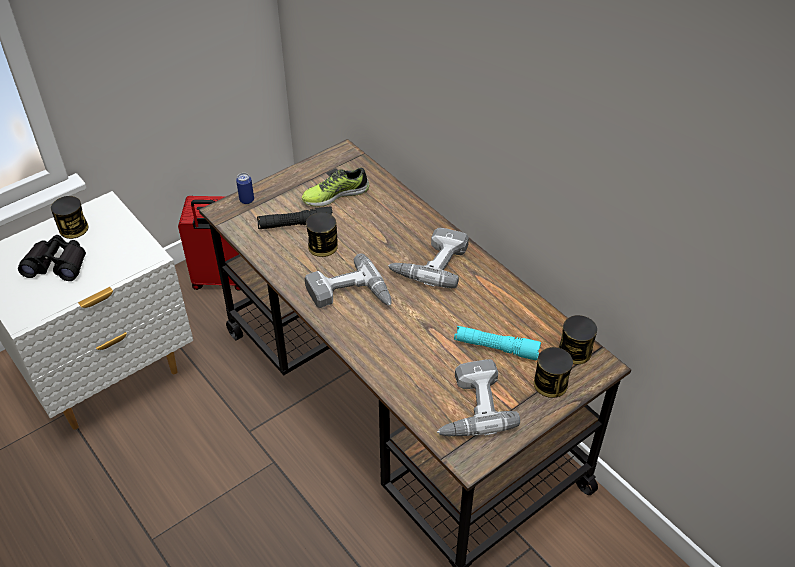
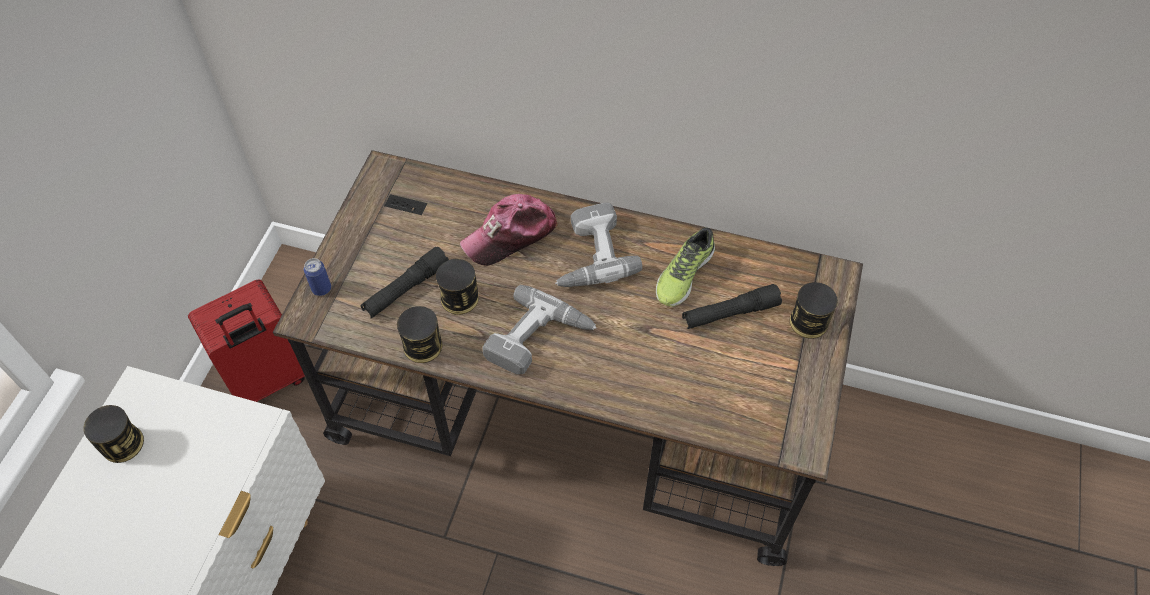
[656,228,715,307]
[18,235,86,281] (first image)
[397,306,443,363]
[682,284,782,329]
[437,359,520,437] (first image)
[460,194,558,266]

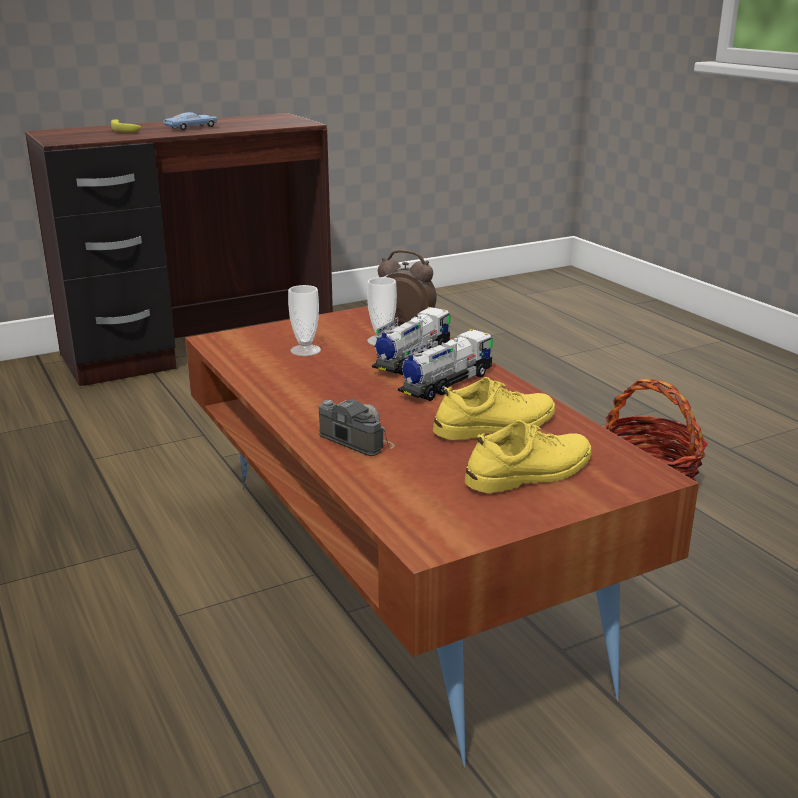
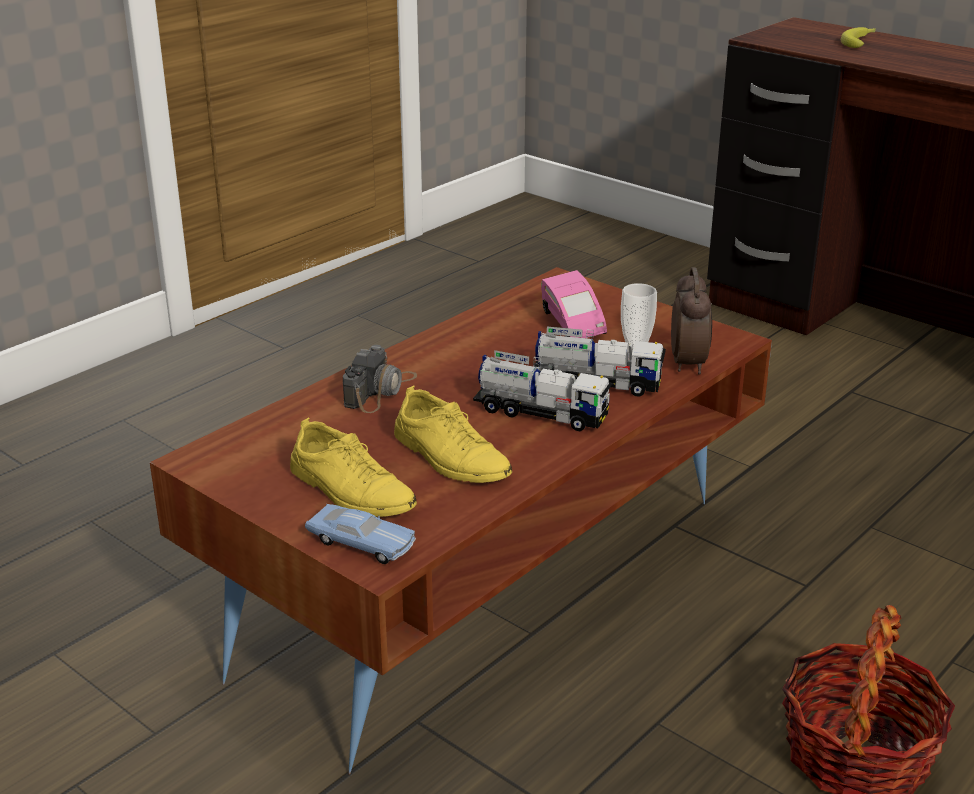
[305,504,416,564]
[541,270,607,338]

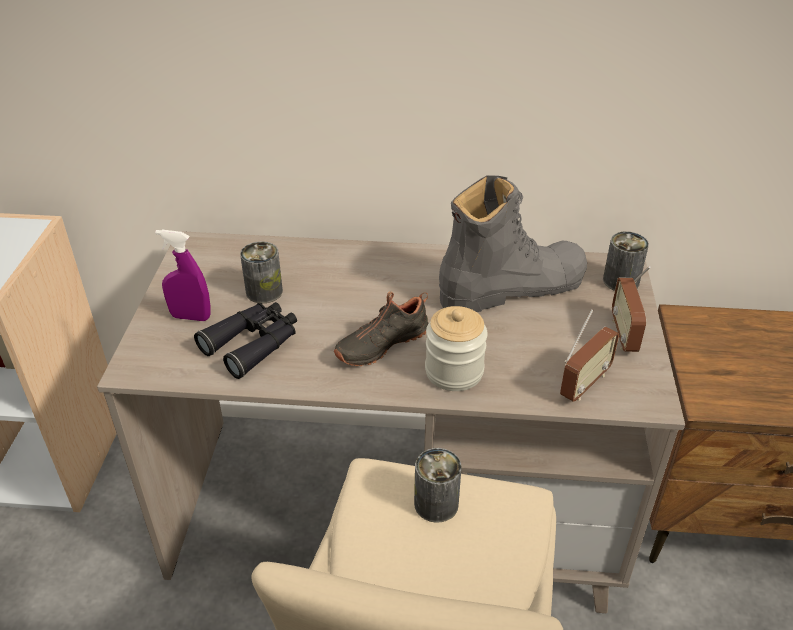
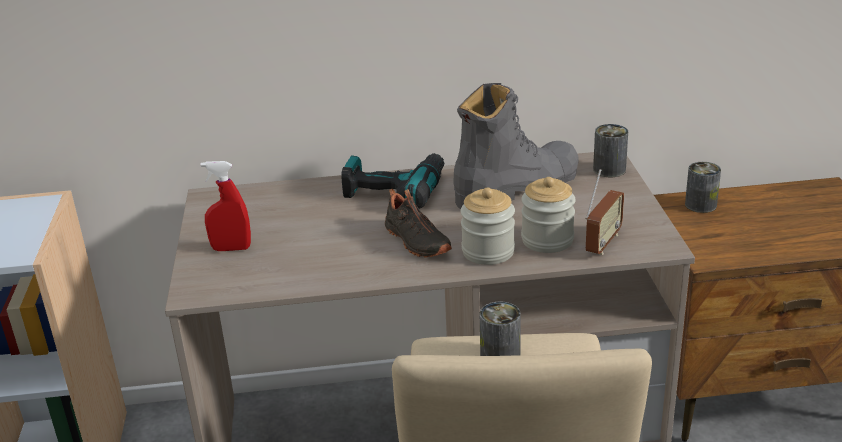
[200,161,251,251]
[685,162,721,213]
[612,266,651,352] (first image)
[385,188,452,258]
[194,302,297,379] (first image)
[341,153,444,209]
[521,177,576,253]

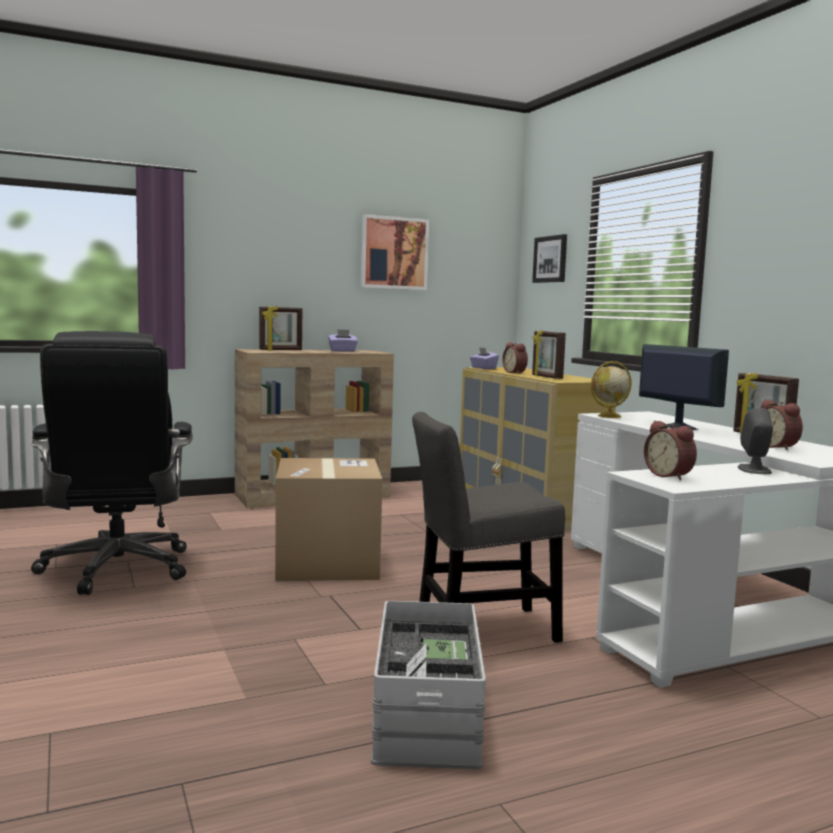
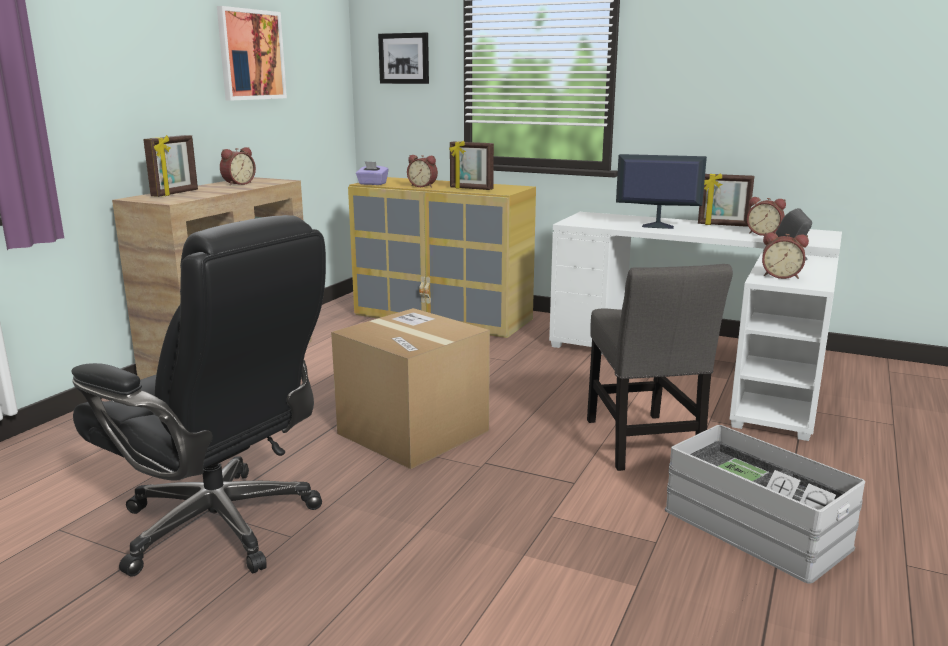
[220,147,256,186]
[591,361,632,418] (first image)
[587,264,733,471]

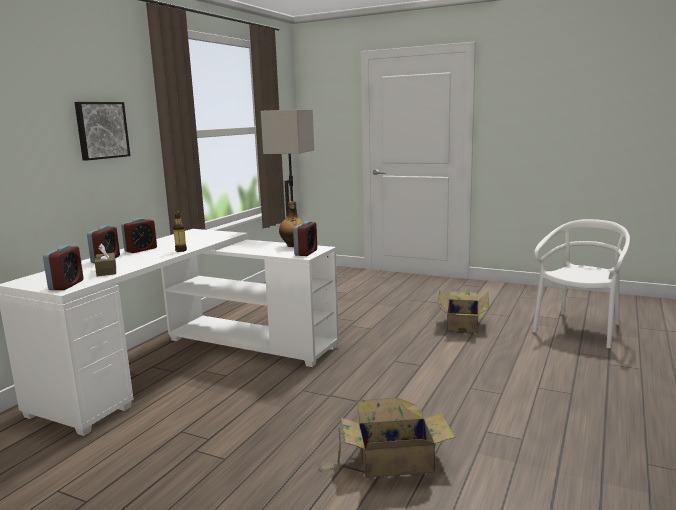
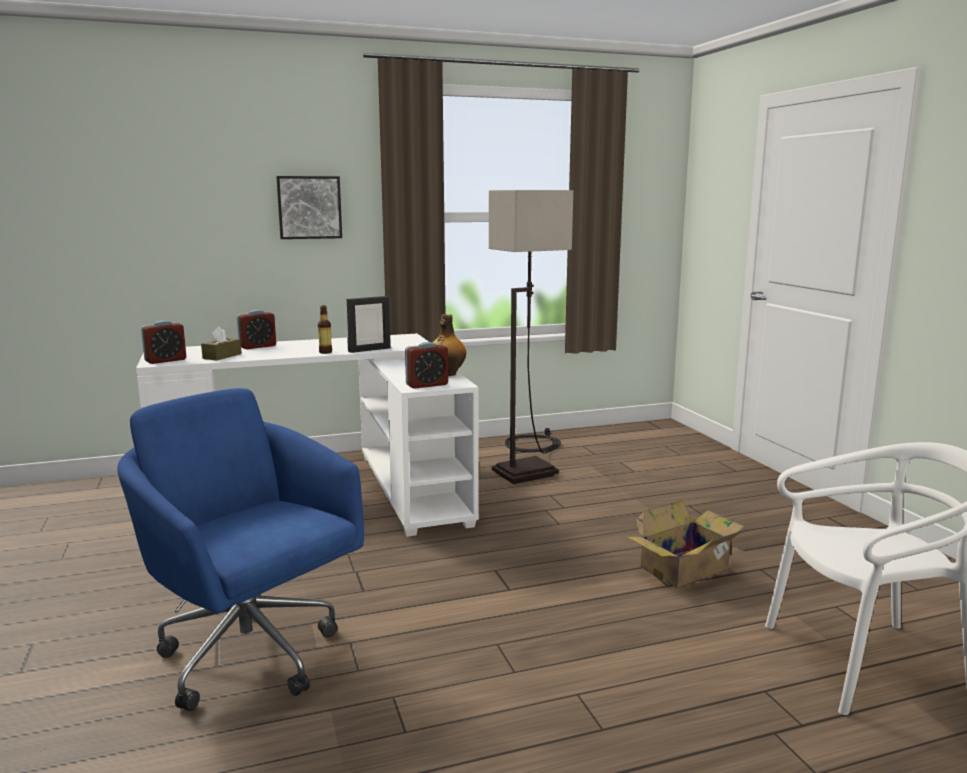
[121,218,157,253] (first image)
[117,388,364,711]
[347,296,391,353]

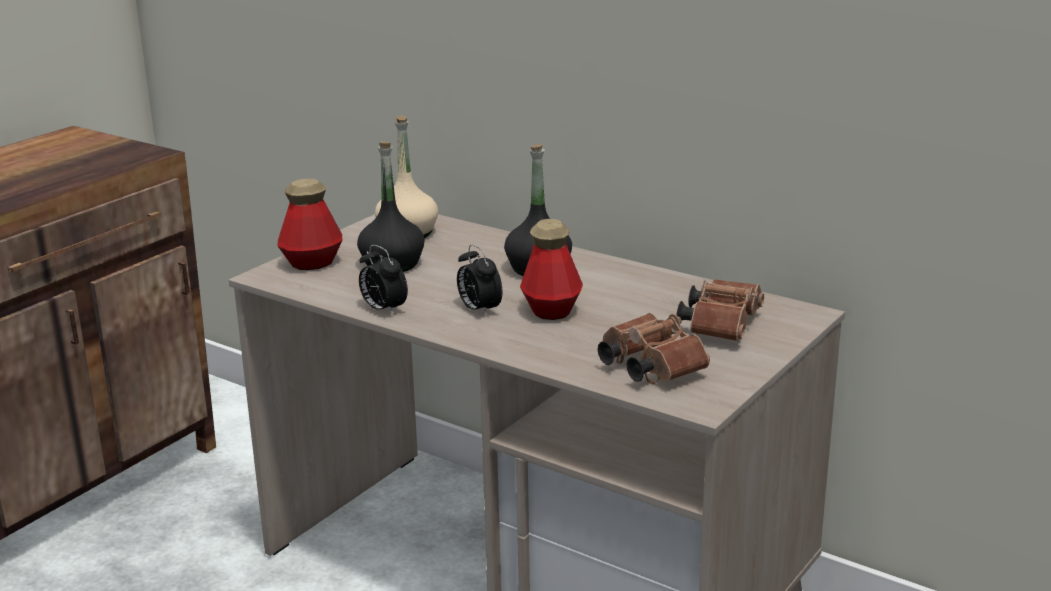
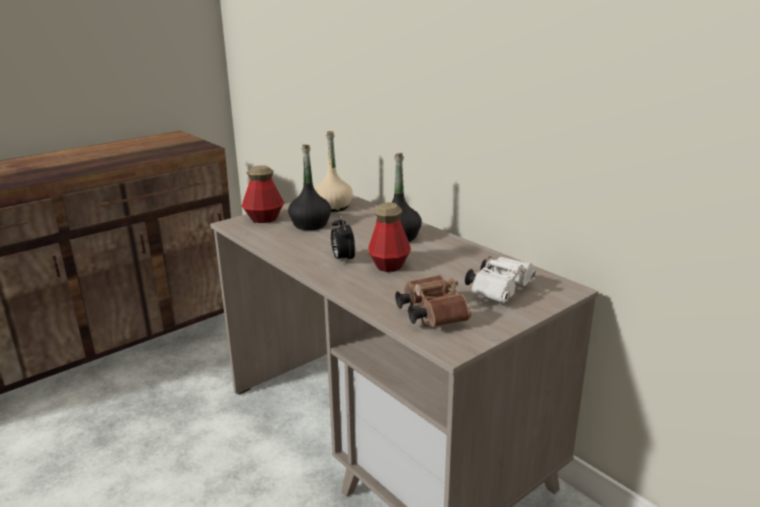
[359,245,408,316] (first image)
[465,256,537,303]

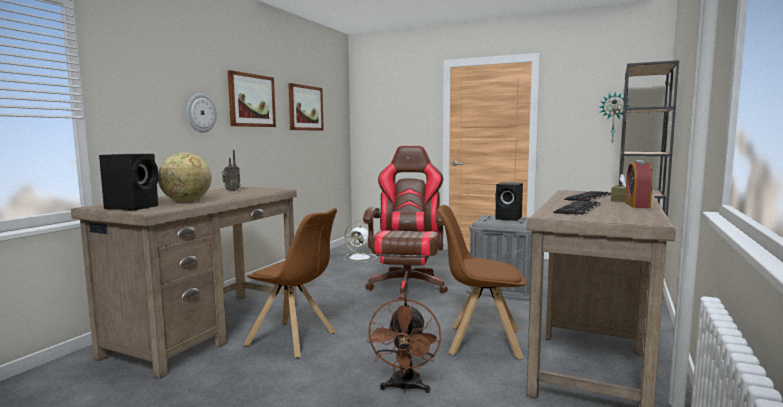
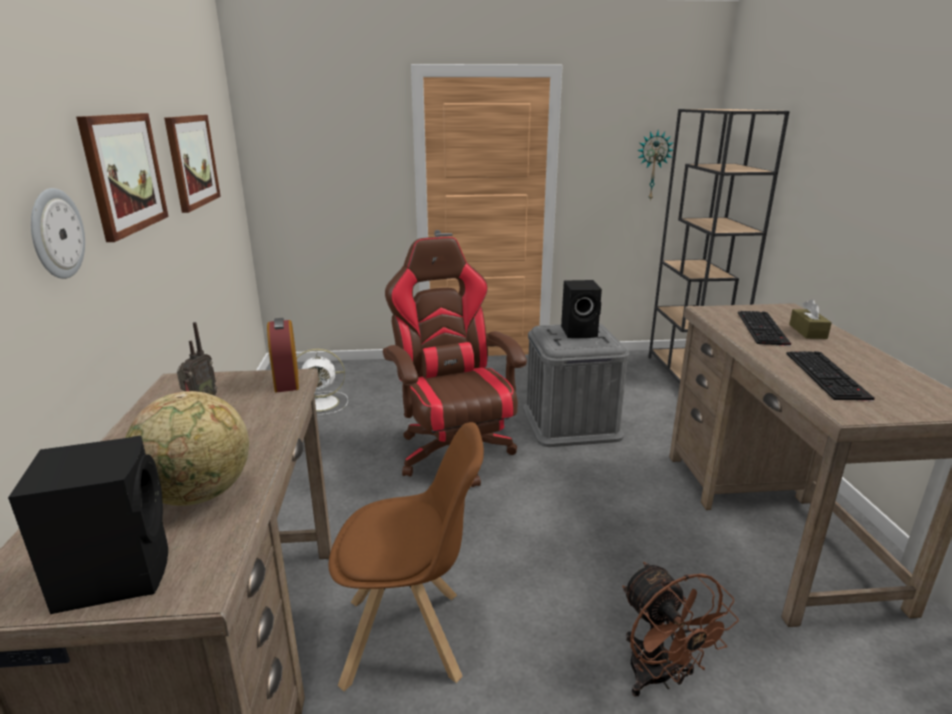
[267,318,299,392]
[437,205,527,360] (first image)

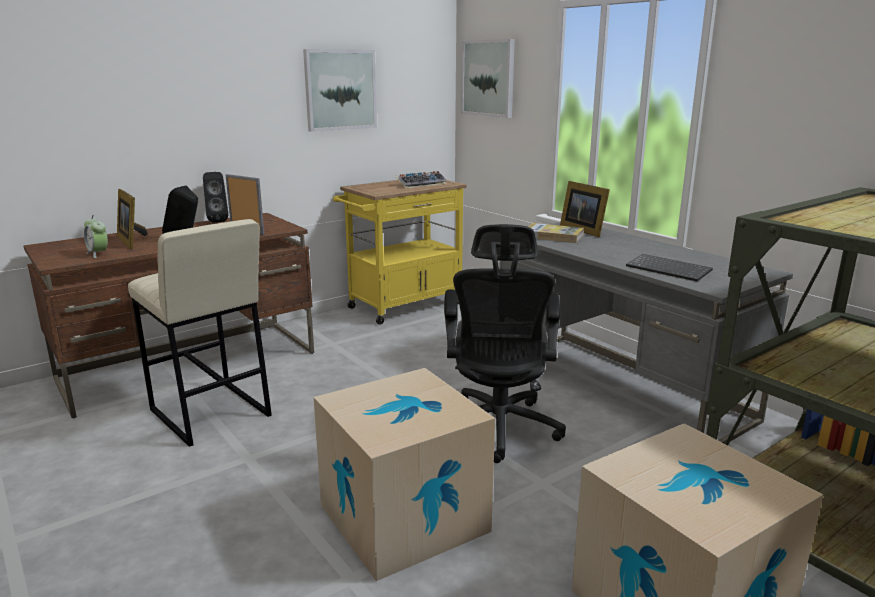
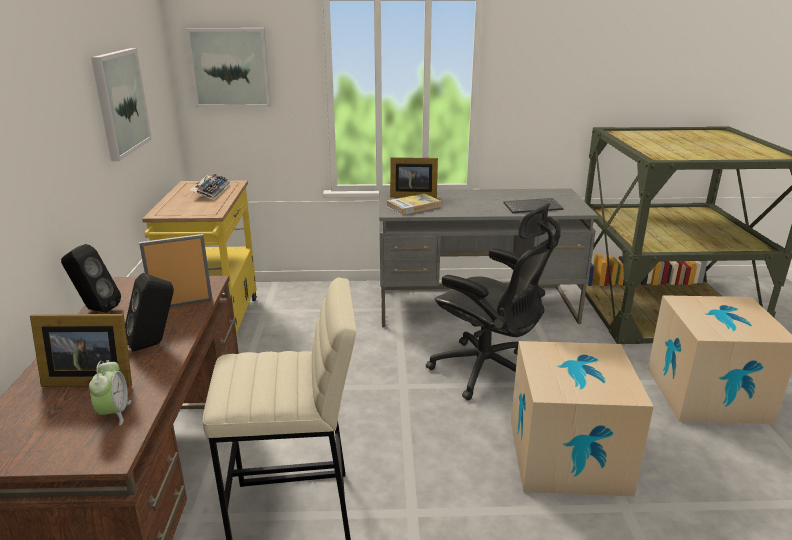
[89,360,131,425]

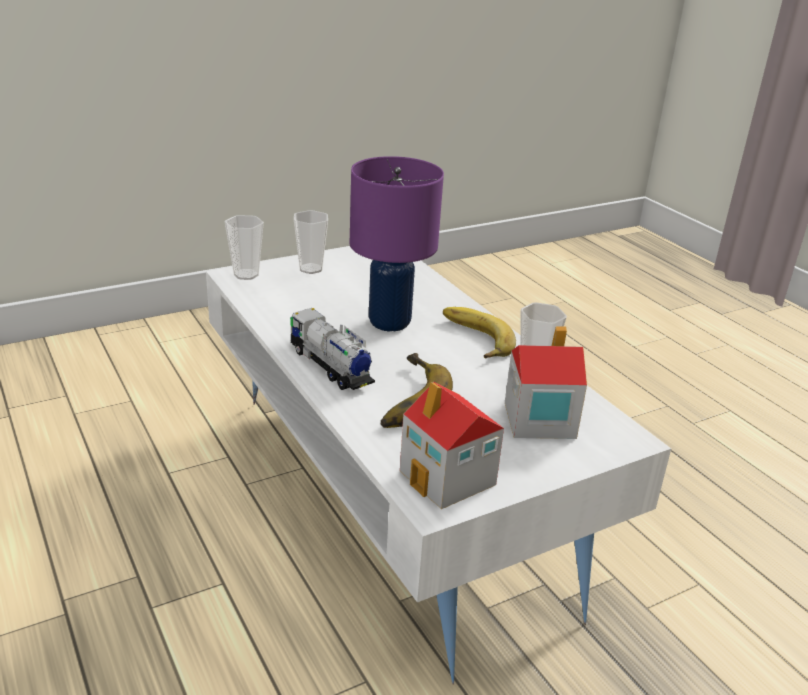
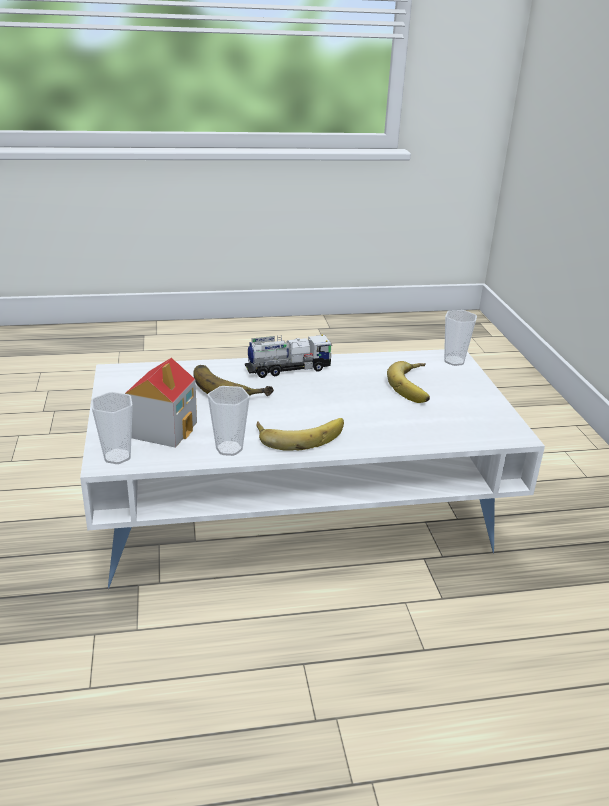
[350,156,444,332] (first image)
[91,392,133,464]
[400,382,504,509] (first image)
[387,361,430,403]

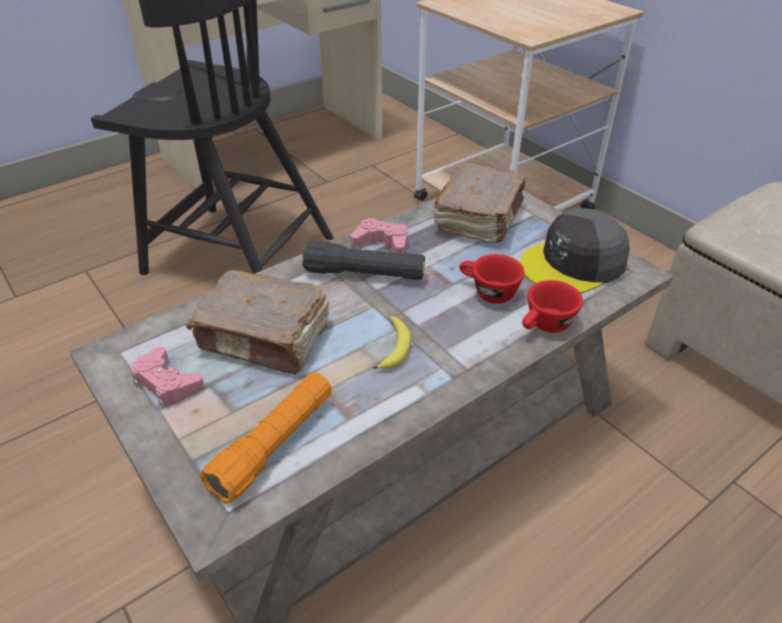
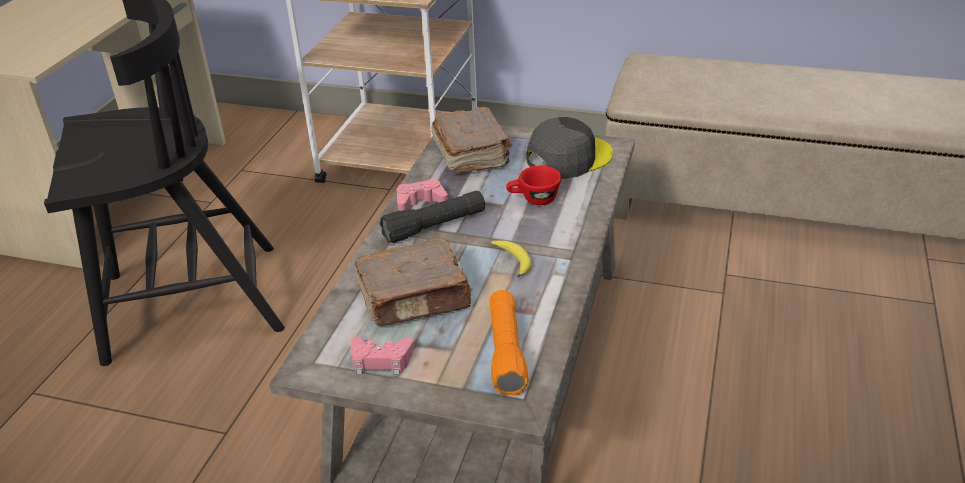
[526,117,613,179]
[522,280,583,333] (first image)

